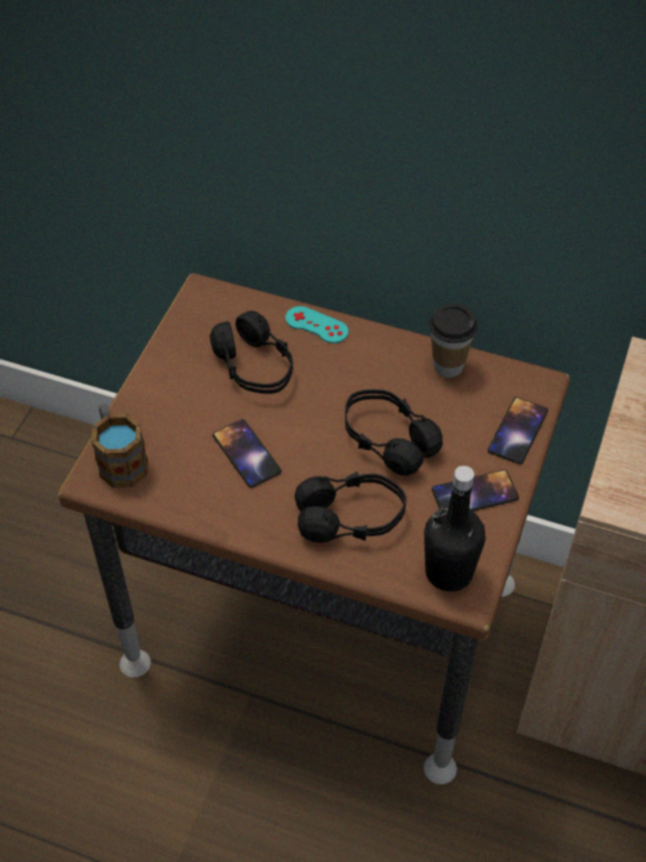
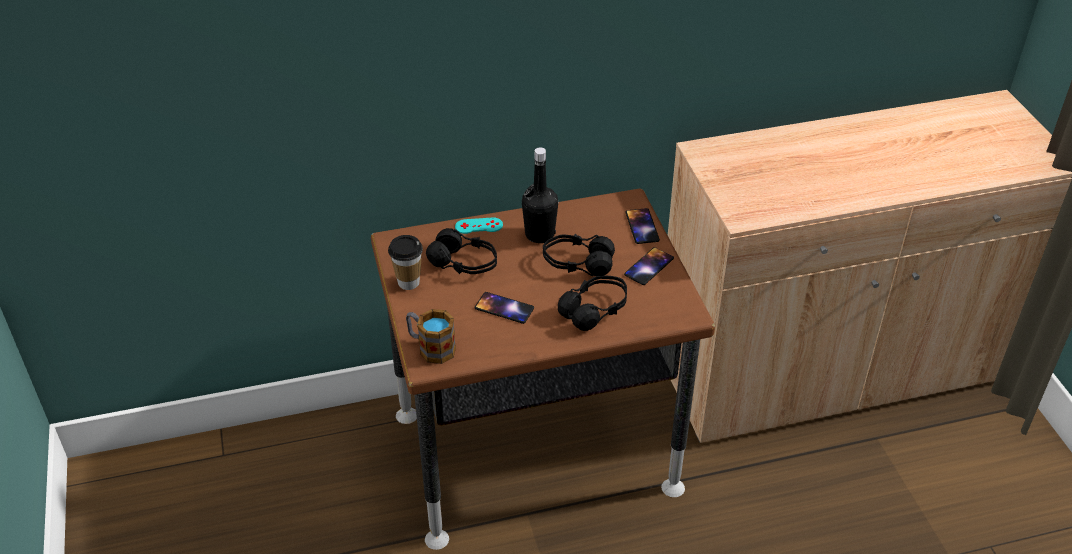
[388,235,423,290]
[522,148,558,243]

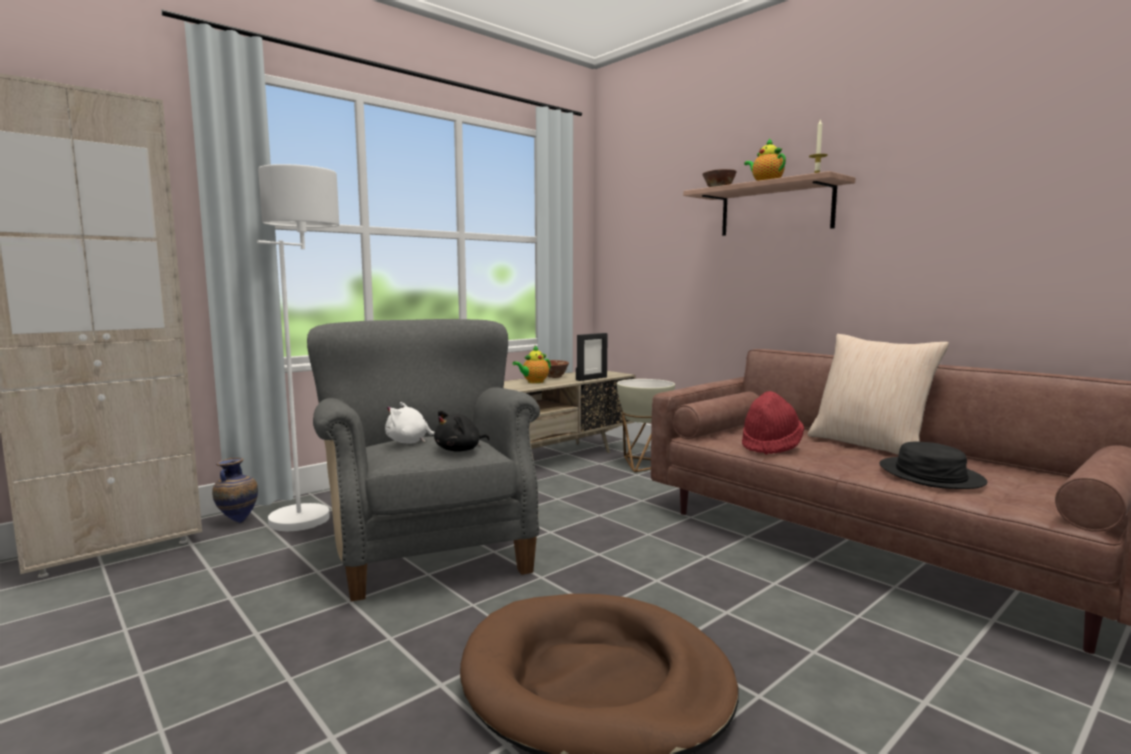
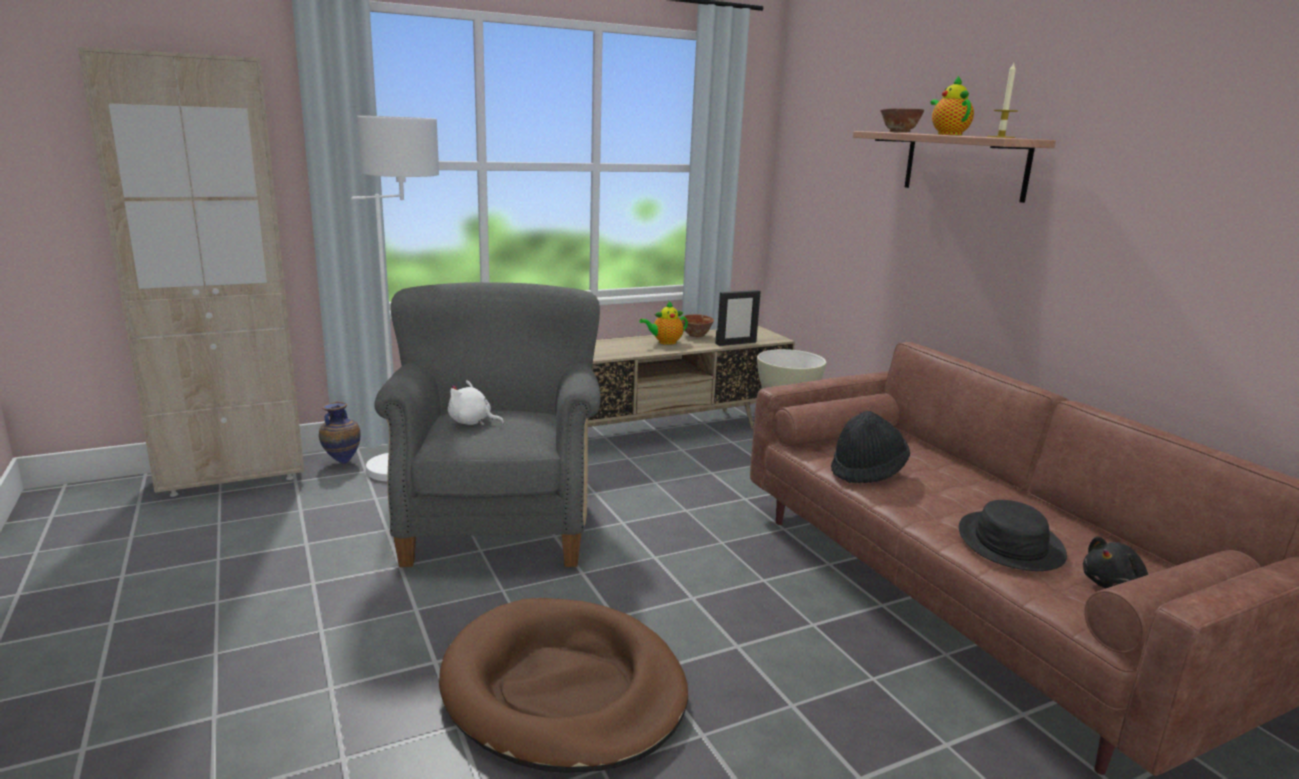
[808,334,949,455] (first image)
[831,411,910,483]
[1083,536,1148,589]

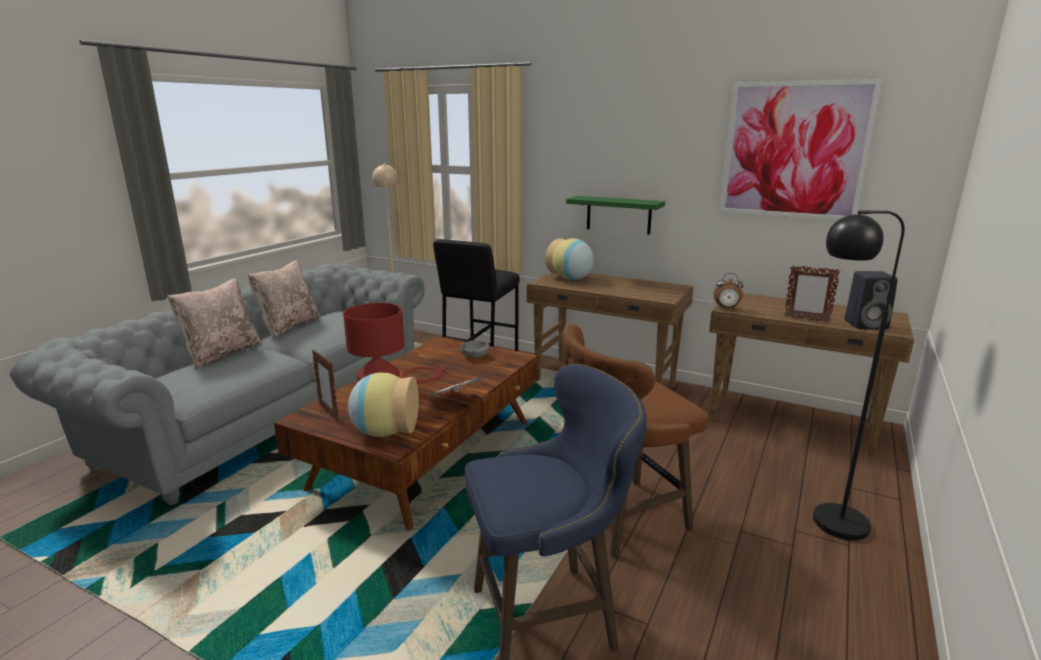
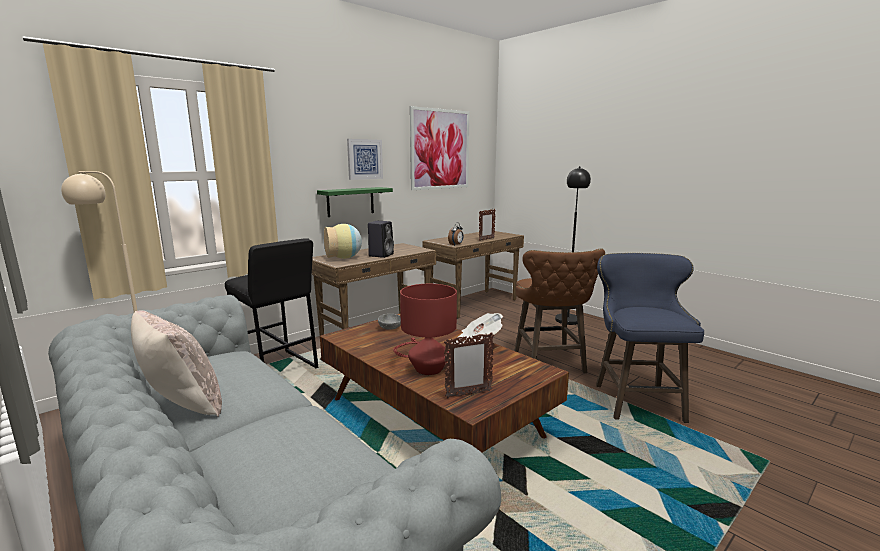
[368,221,394,258]
[167,279,262,369] (first image)
[348,373,419,437] (first image)
[347,139,383,180]

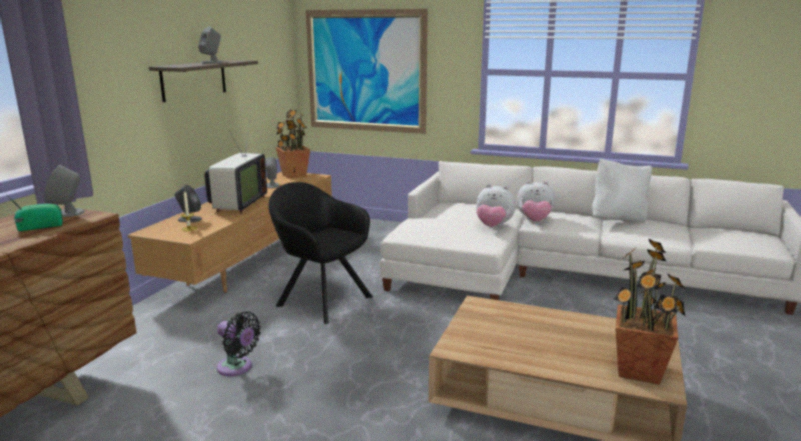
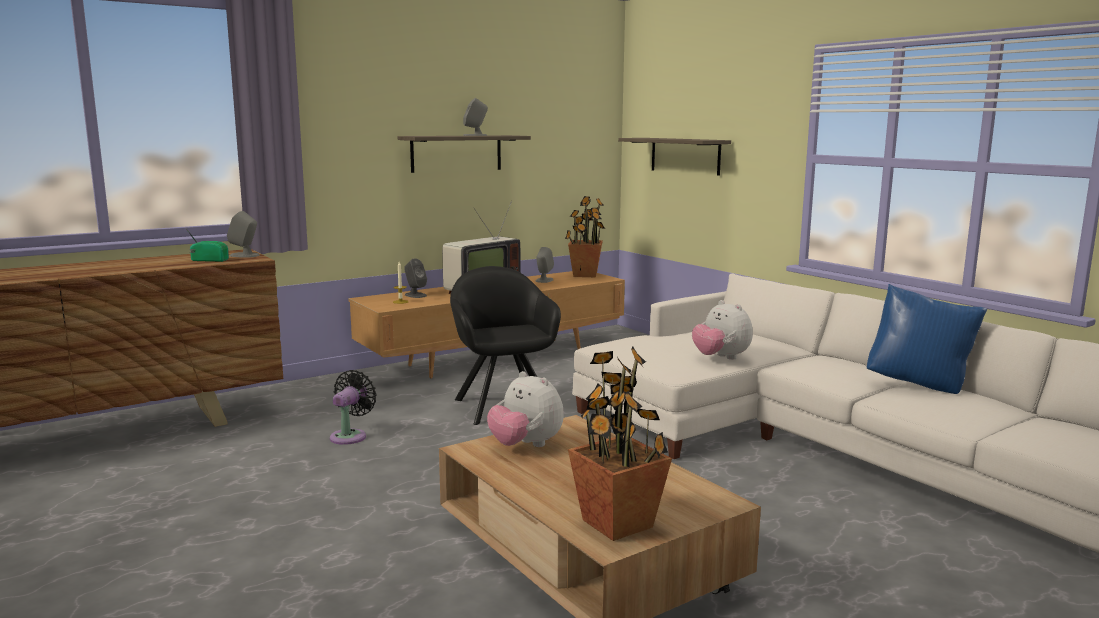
[618,138,731,176]
[867,284,987,394]
[487,371,564,447]
[330,370,377,445]

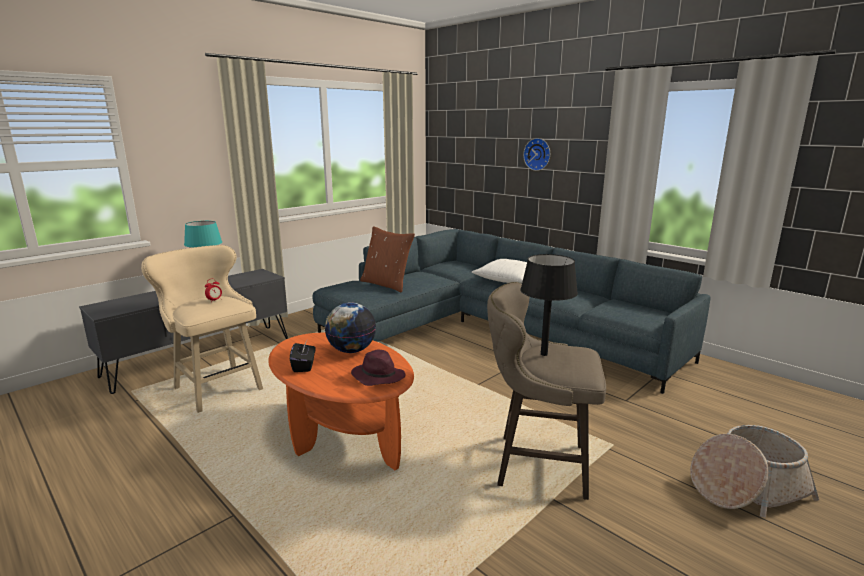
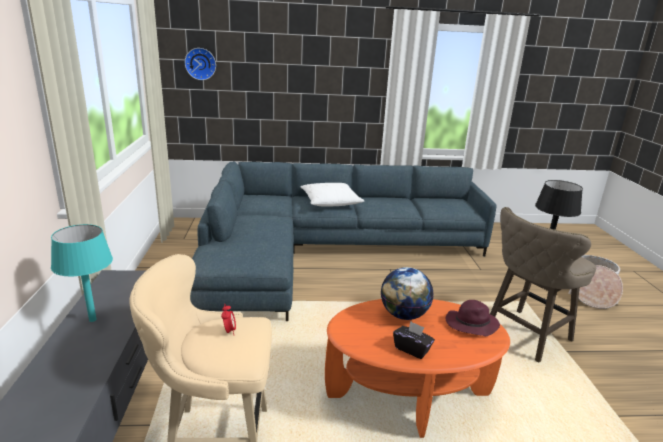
[185,48,216,80]
[360,226,415,293] (first image)

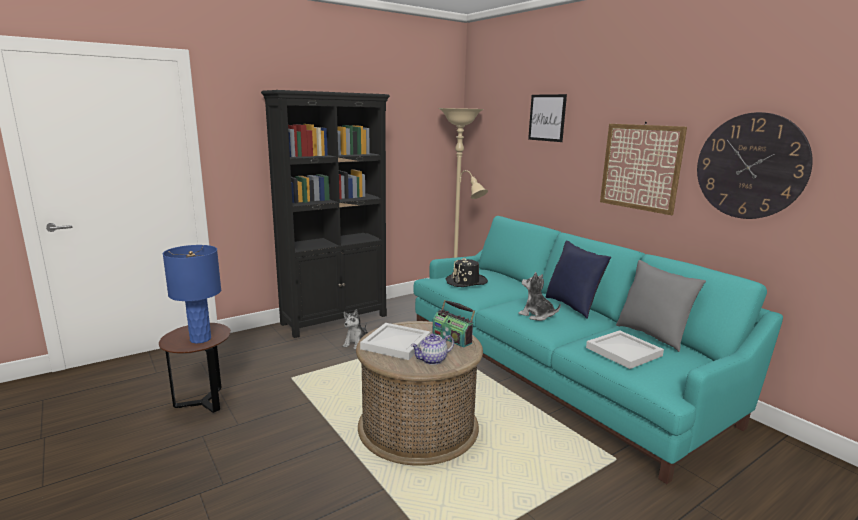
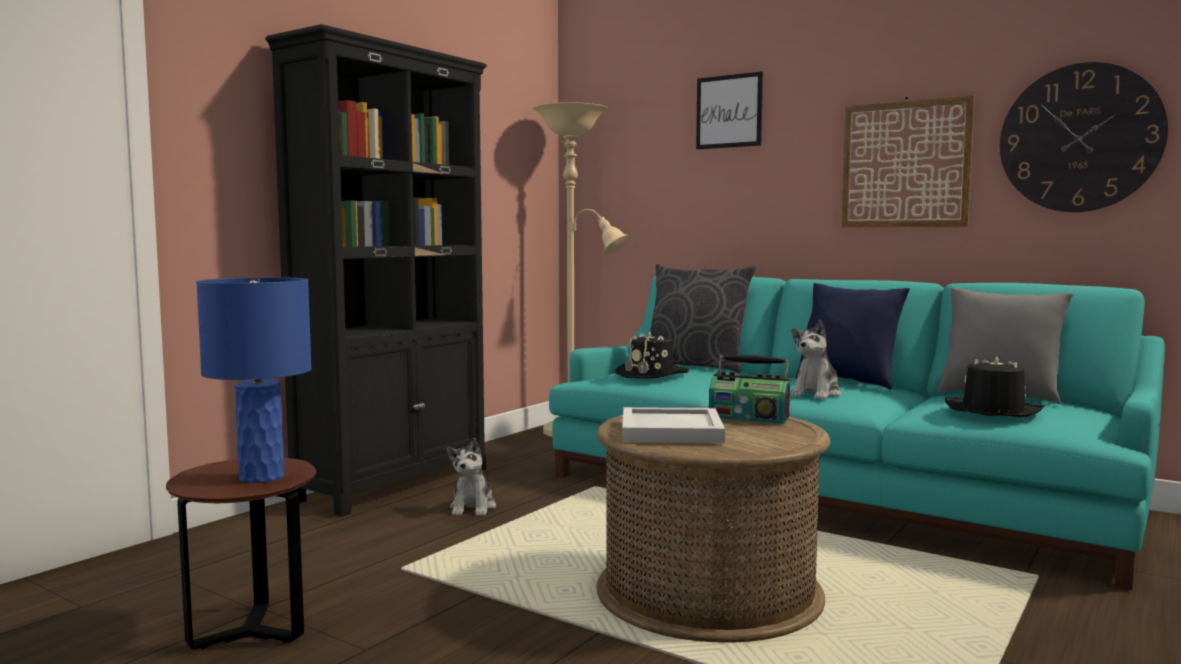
[791,320,841,400]
[945,356,1045,417]
[411,333,454,365] (first image)
[650,264,756,373]

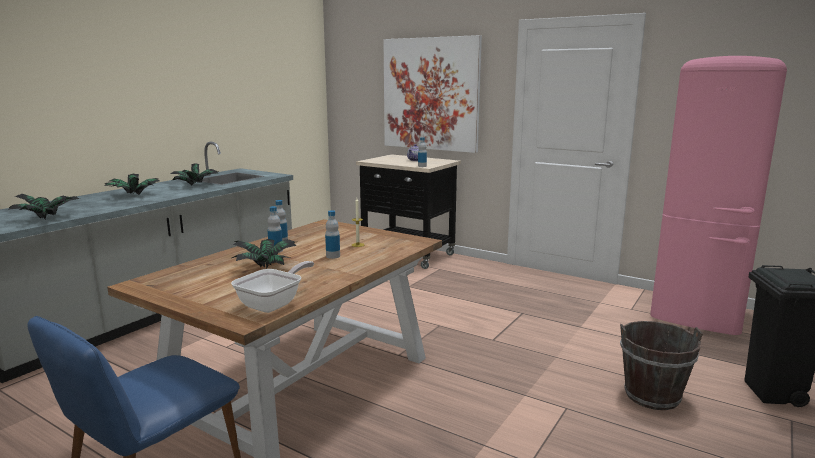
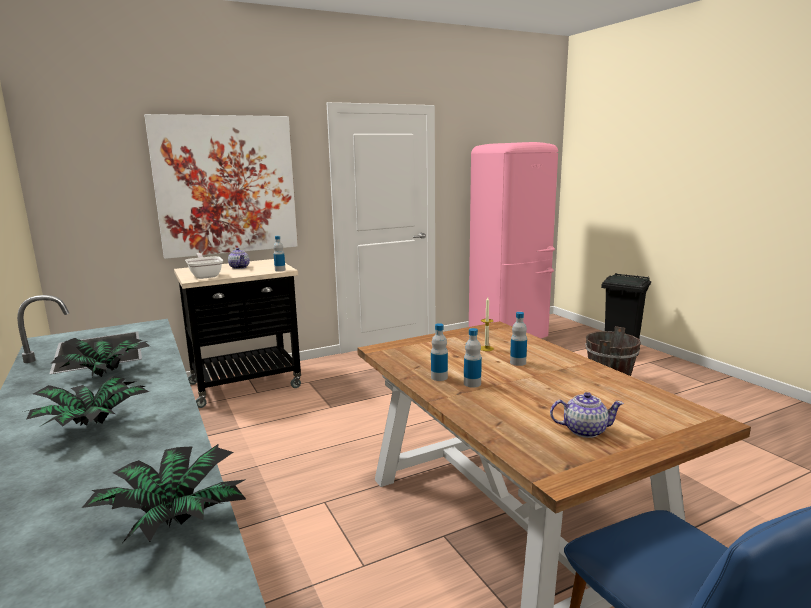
[232,239,296,268] (first image)
[185,253,223,279]
[550,392,624,438]

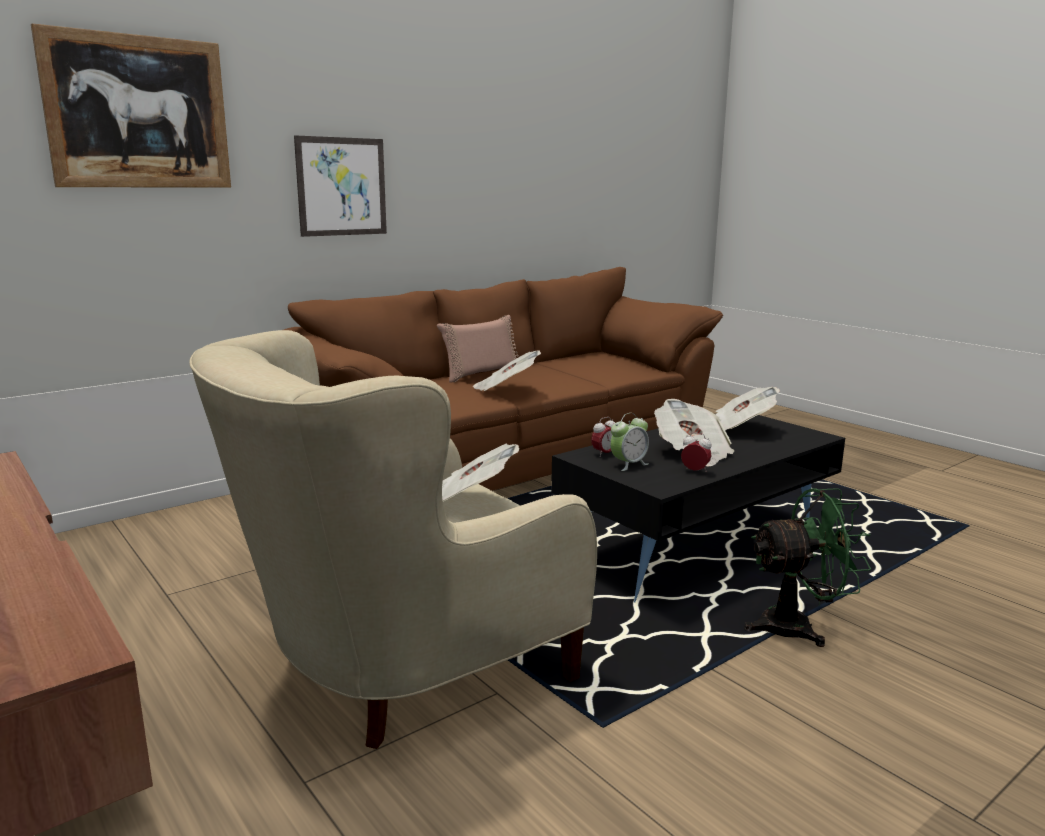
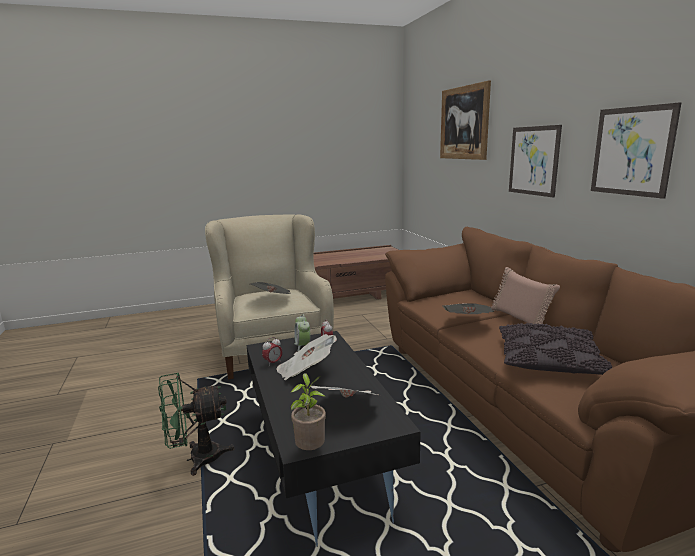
[158,373,234,476]
[591,102,682,199]
[499,323,612,375]
[290,373,326,450]

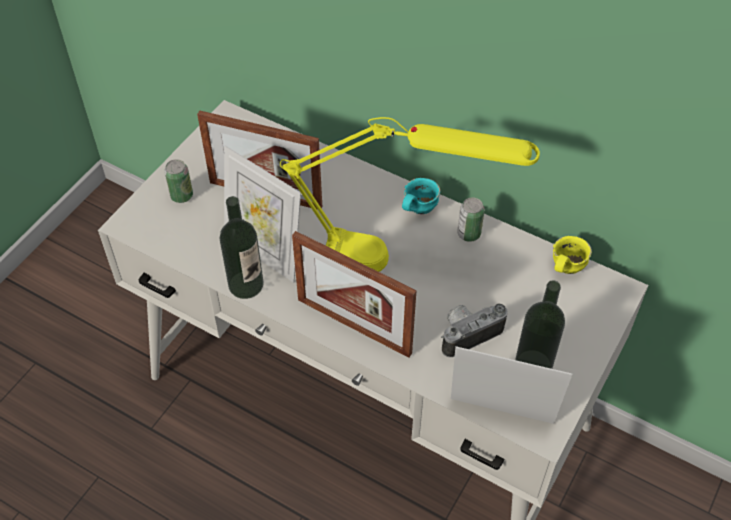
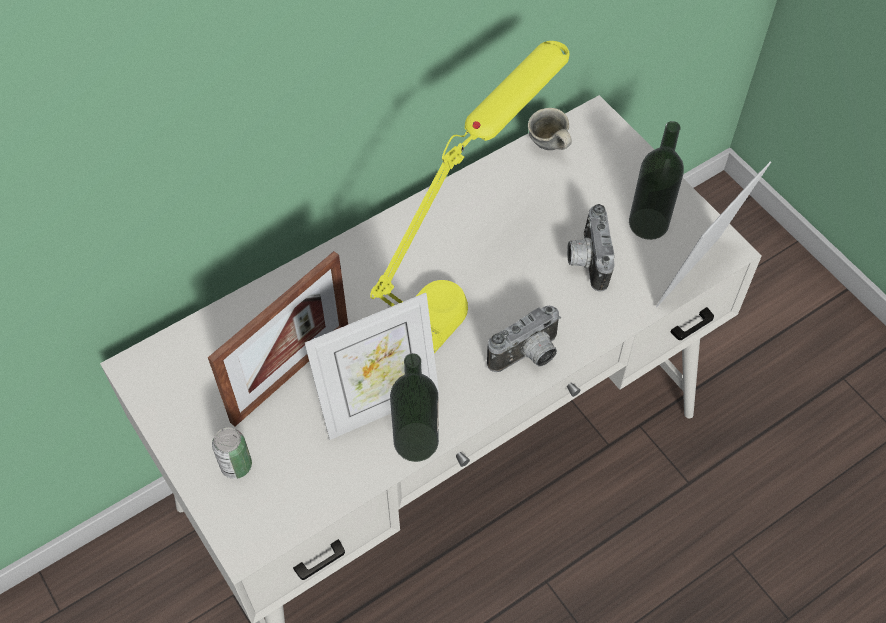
[402,178,440,214] (first image)
[457,197,485,242] (first image)
[487,306,561,372]
[528,108,572,150]

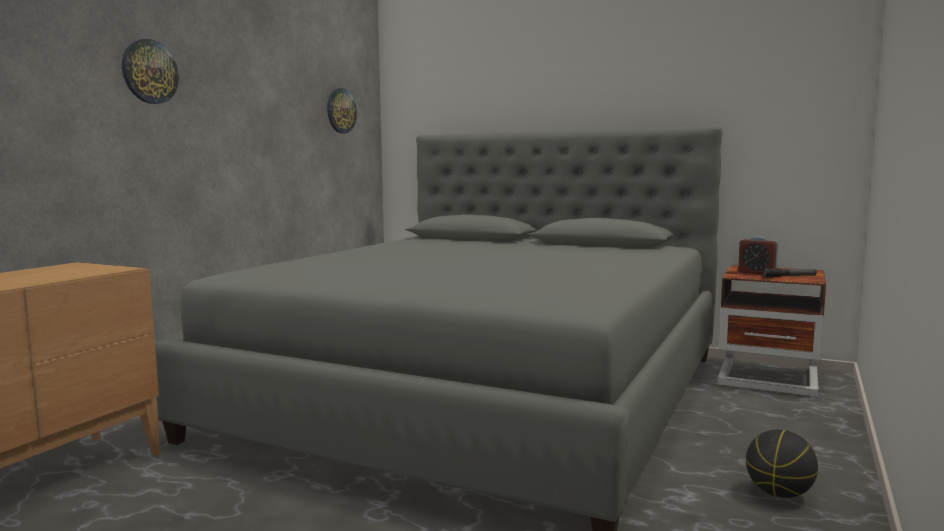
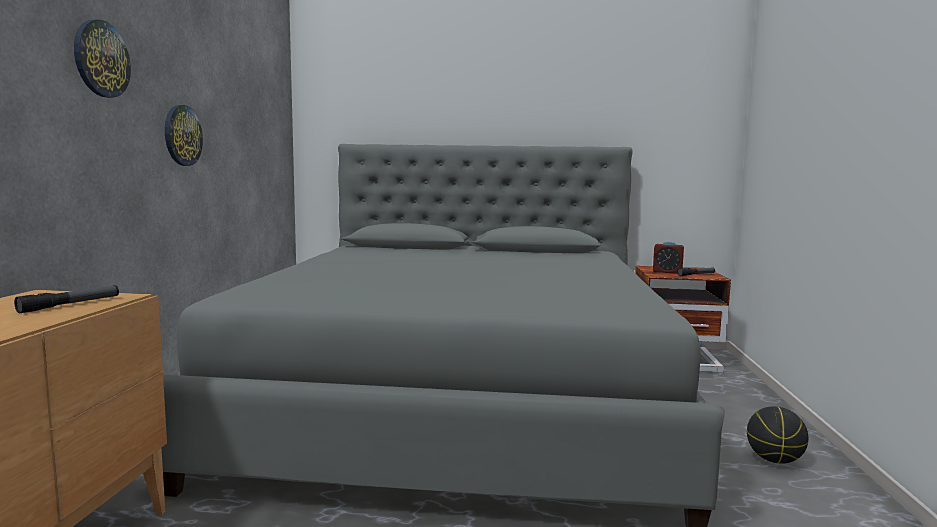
[165,105,203,166]
[14,285,119,313]

